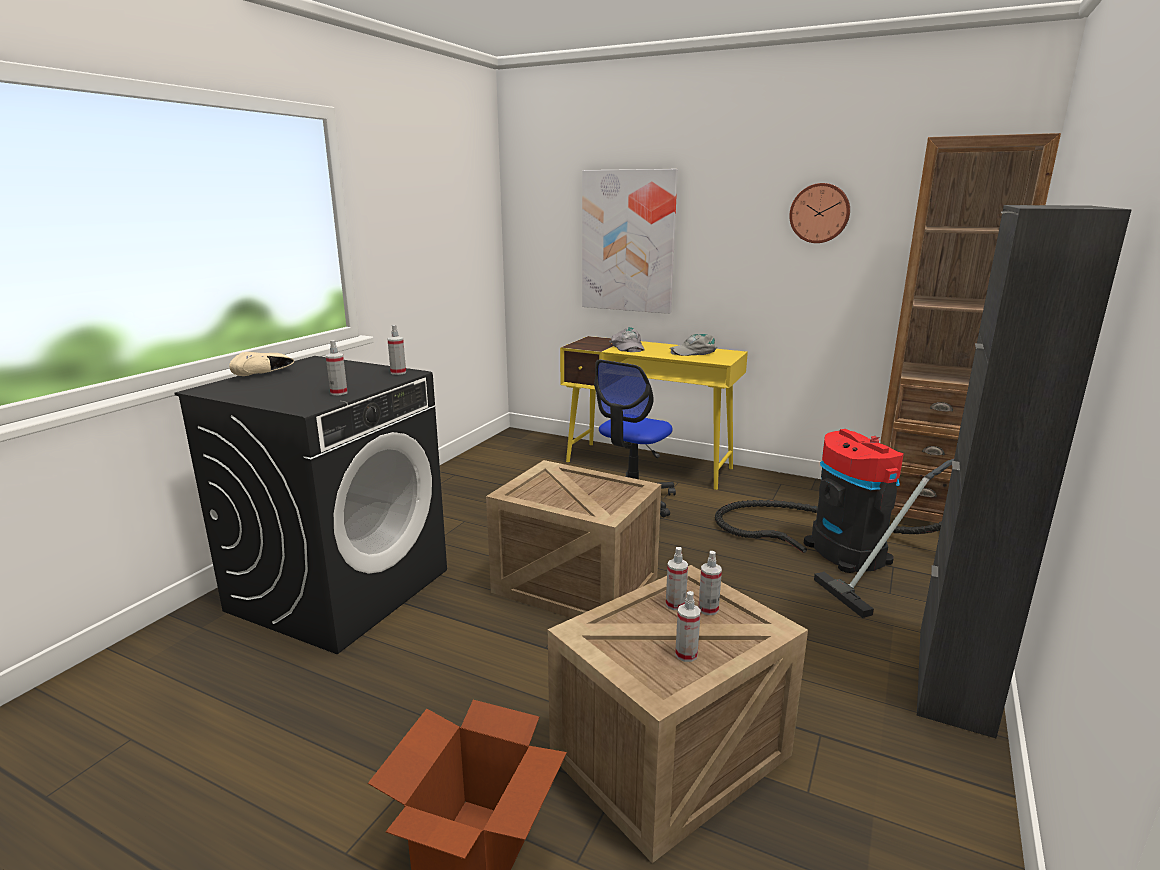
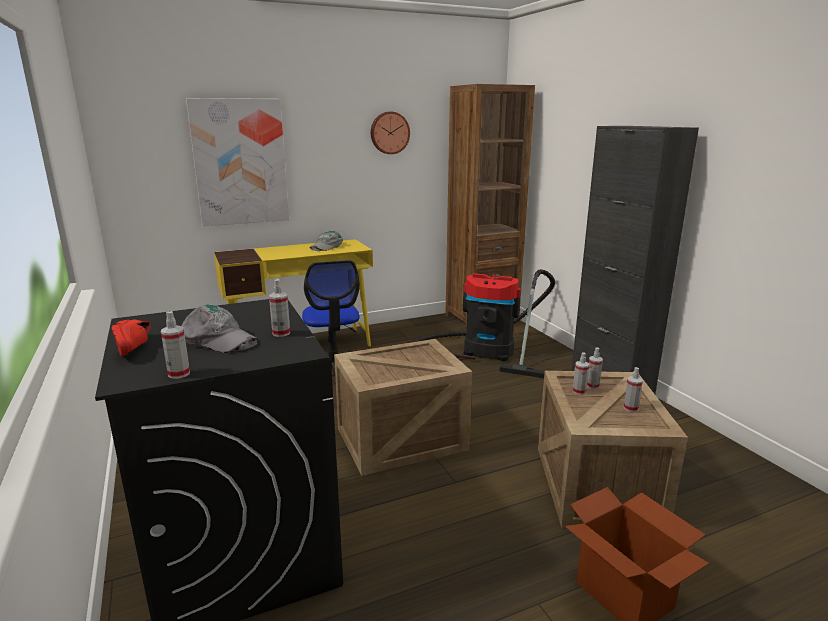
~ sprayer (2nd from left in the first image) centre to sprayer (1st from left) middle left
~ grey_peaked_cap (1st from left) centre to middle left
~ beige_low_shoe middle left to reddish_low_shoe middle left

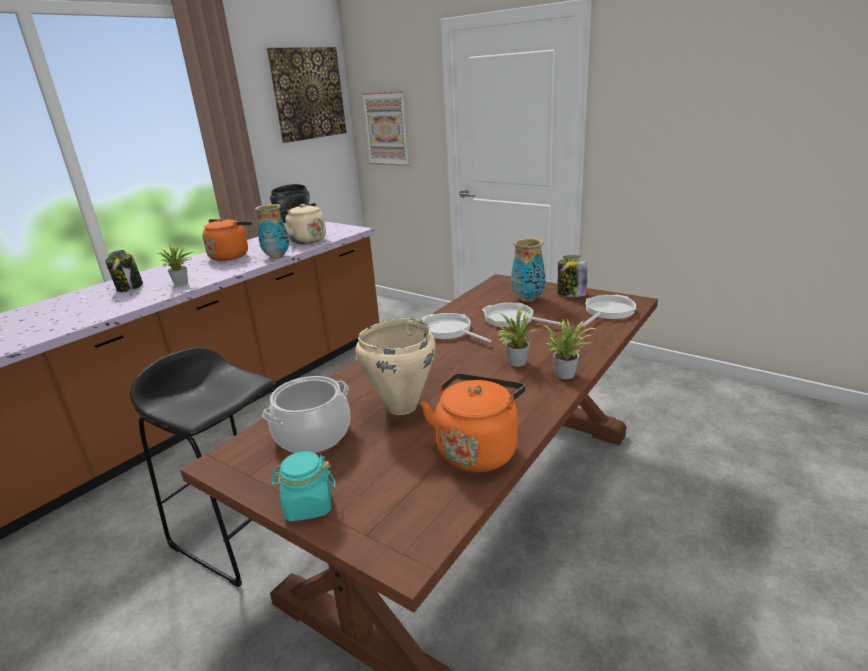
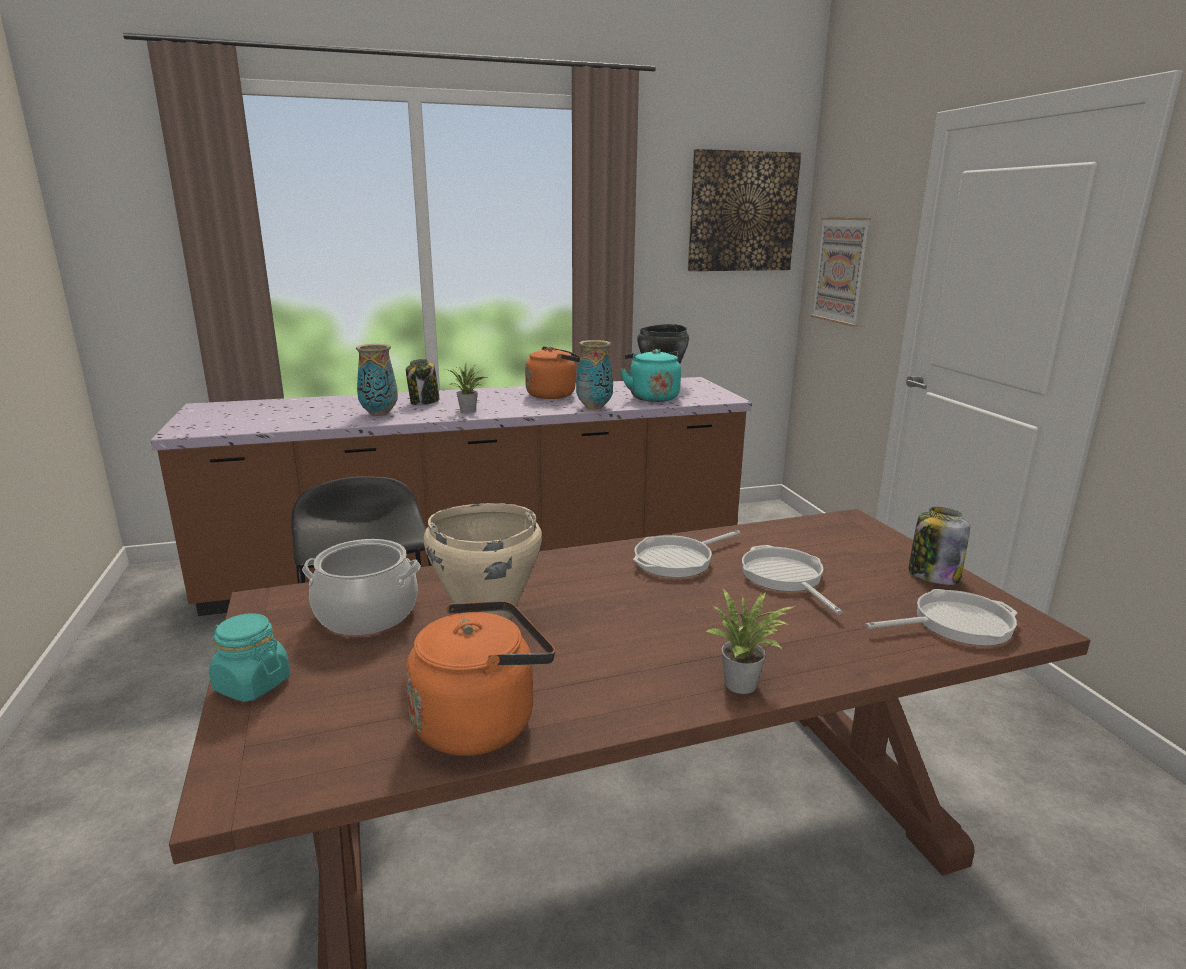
~ beige_tea_kettle top centre to blue-green_tea_kettle centre
~ vase (2nd from left in the first image) centre to vase (1st from left) middle left
- potted_plant (2nd from left) centre
~ frying_pan (1st from left) centre = centre 120 degrees counterclockwise

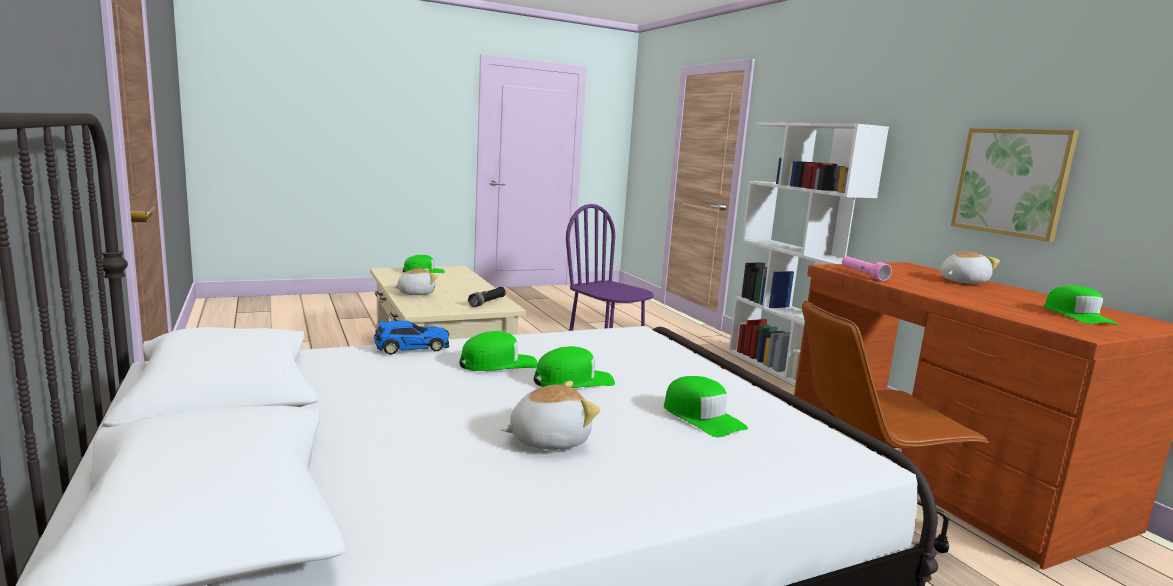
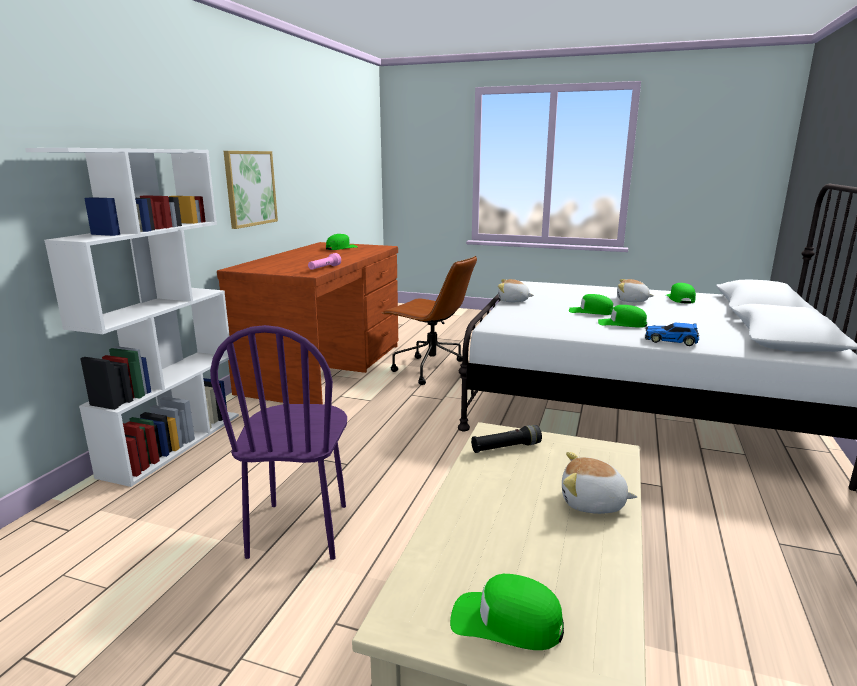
~ soft_toy (3rd from left in the first image) middle right to soft_toy (1st from left) centre
~ green_peaked_cap (4th from left in the first image) bottom centre to green_peaked_cap (5th from left) middle right

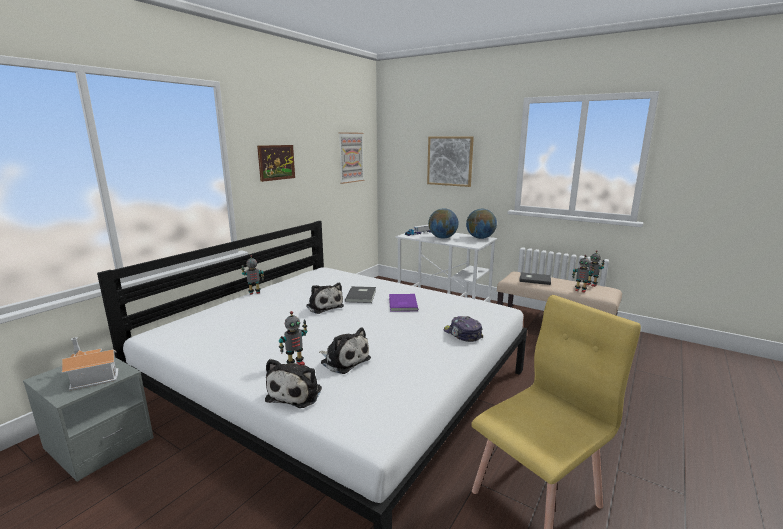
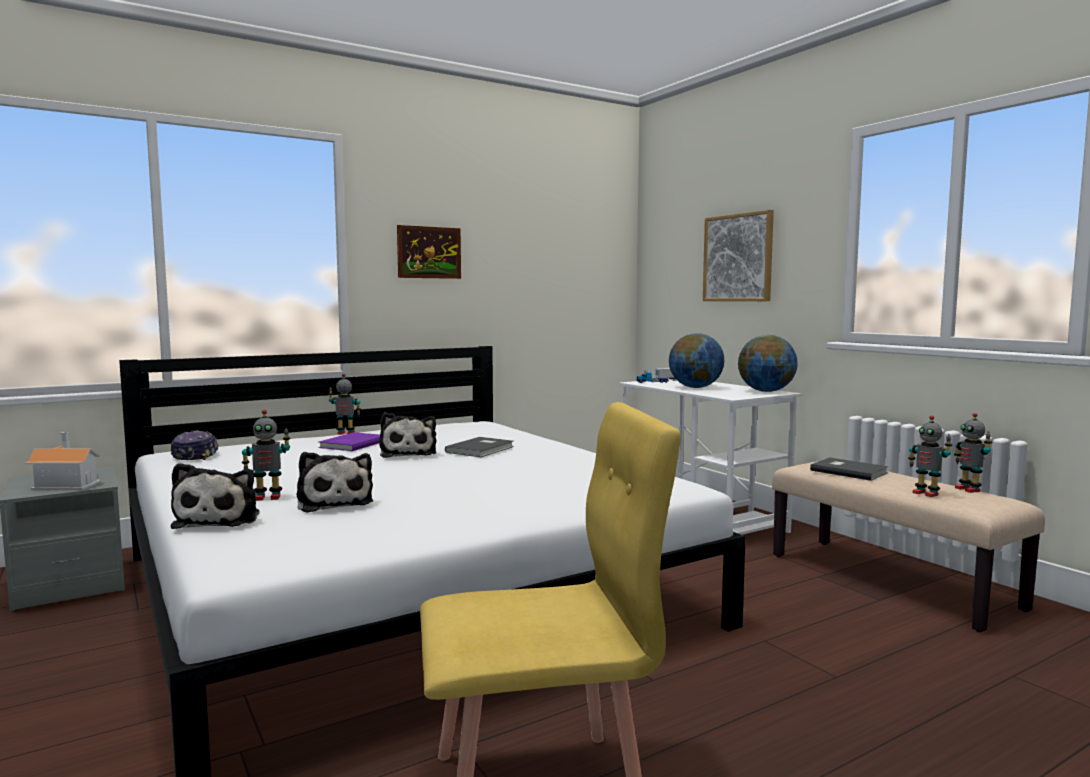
- picture (2nd from left) top centre
~ purplish_book centre to middle left
~ peaked_cap centre to middle left
~ soft_toy (1st from left) bottom centre = middle left 45 degrees counterclockwise

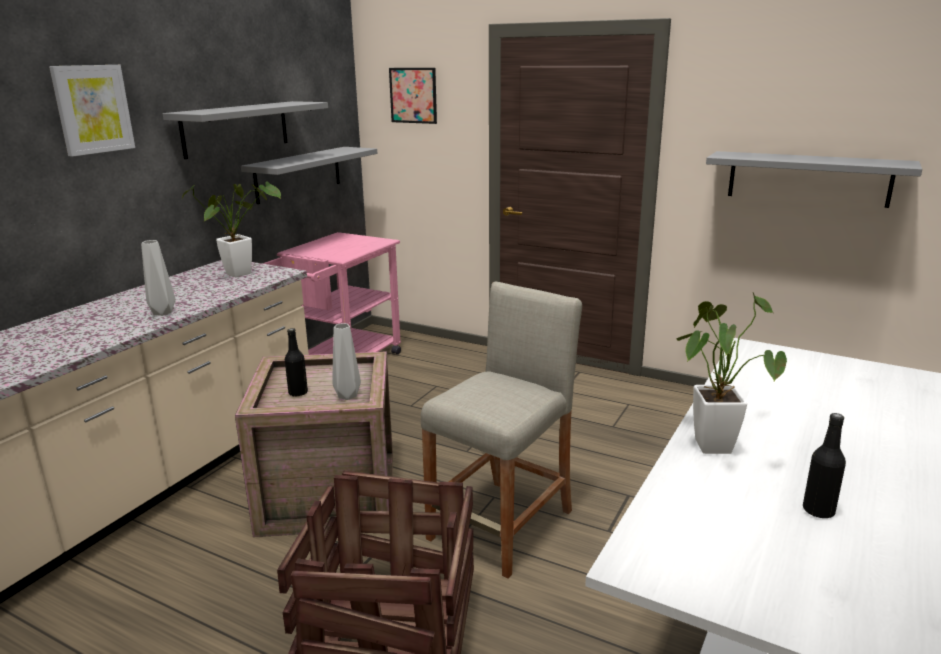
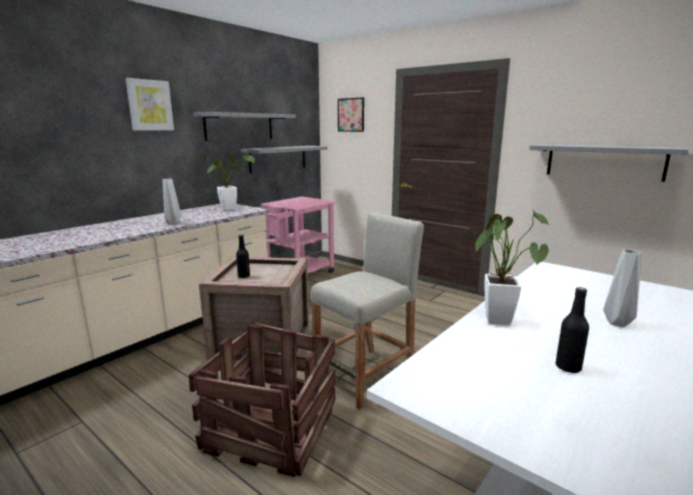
~ grey_vase (2nd from left) centre to middle right

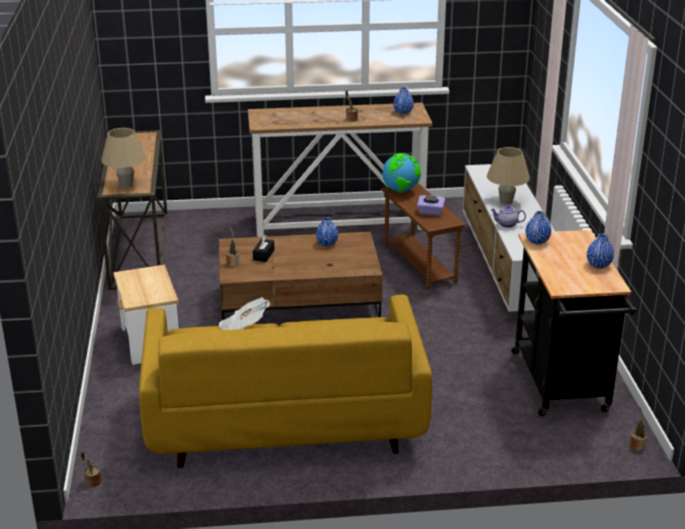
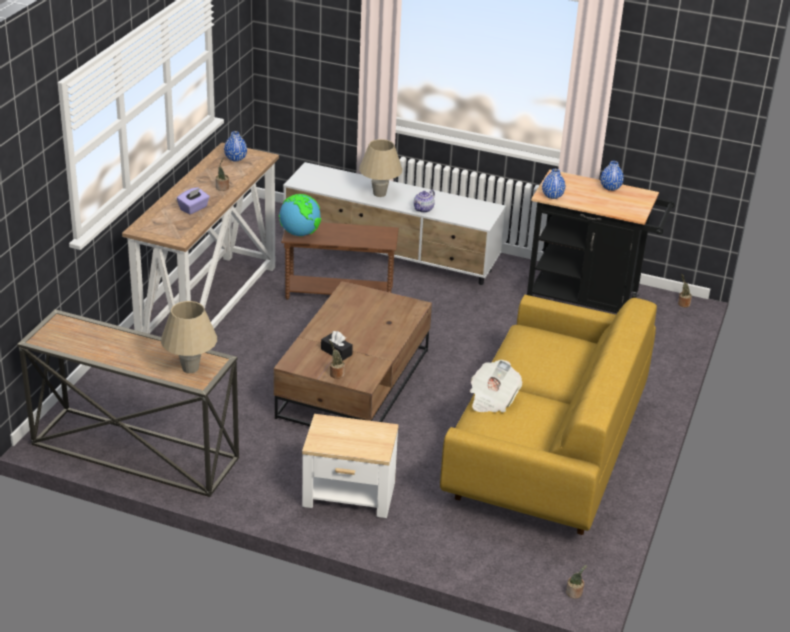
~ purplish_tissue_box centre to top left
- bluish_vase (1st from left) centre

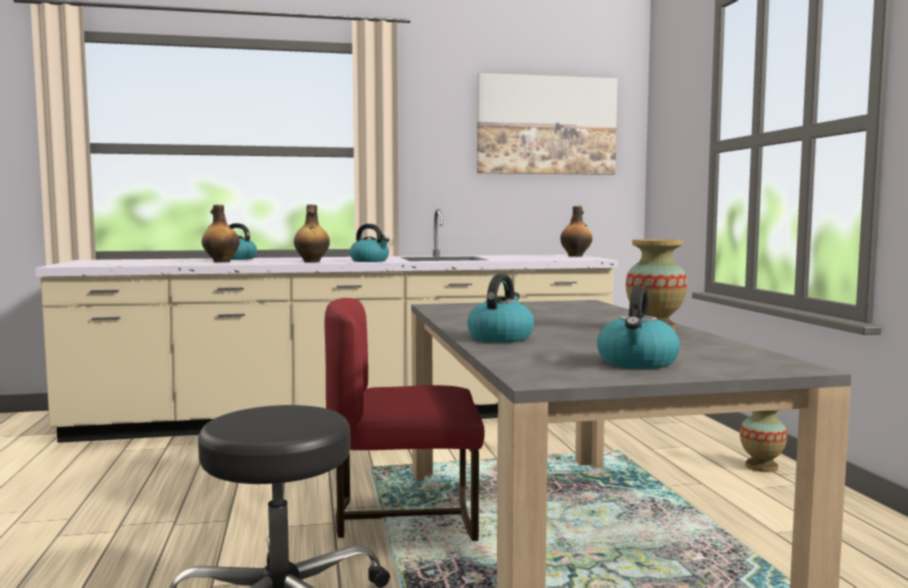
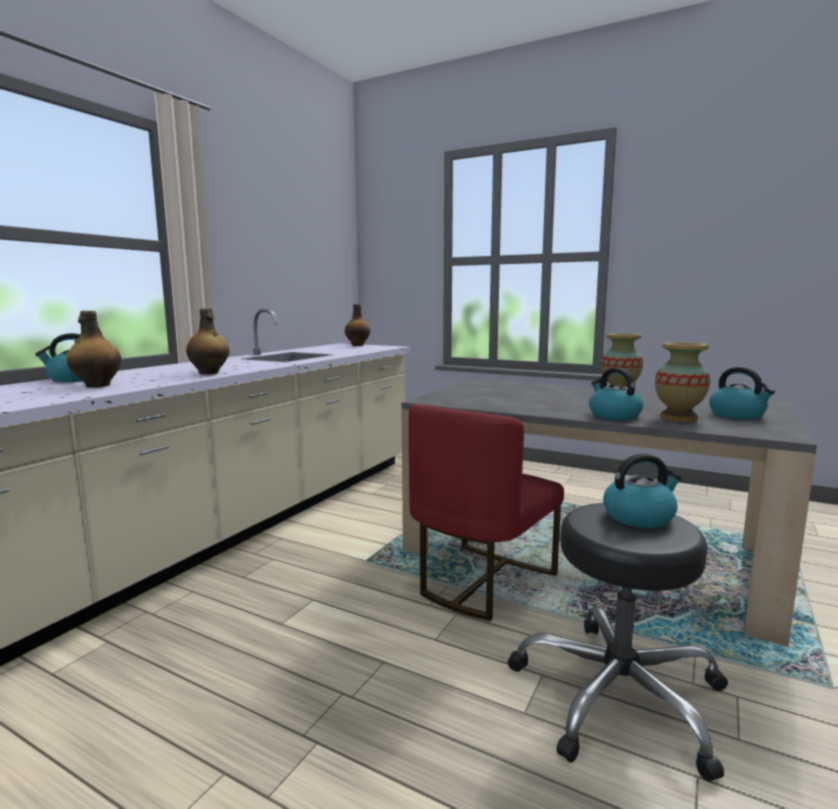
- picture top centre
~ tea_kettle (2nd from left in the first image) centre to tea_kettle (3rd from left) middle right
~ vase (2nd from left) bottom right to middle right

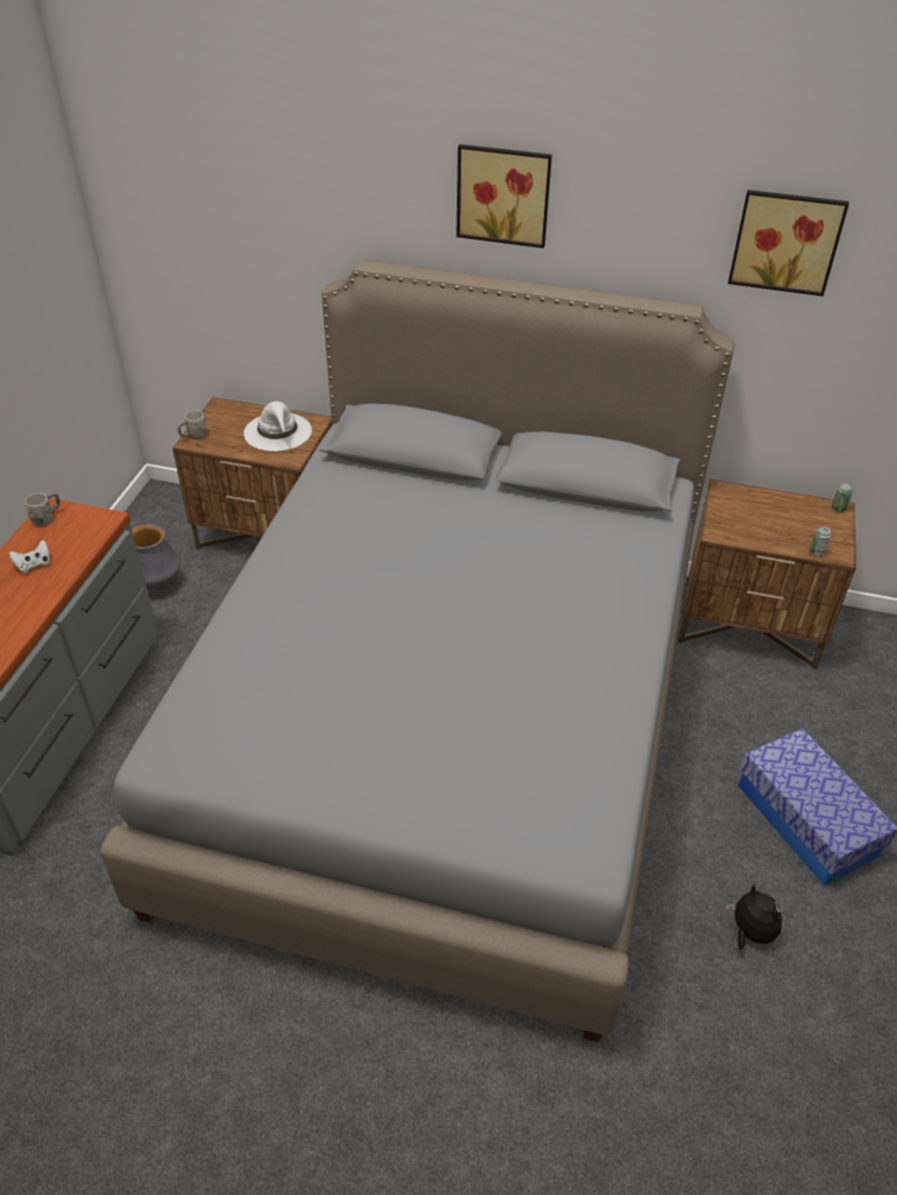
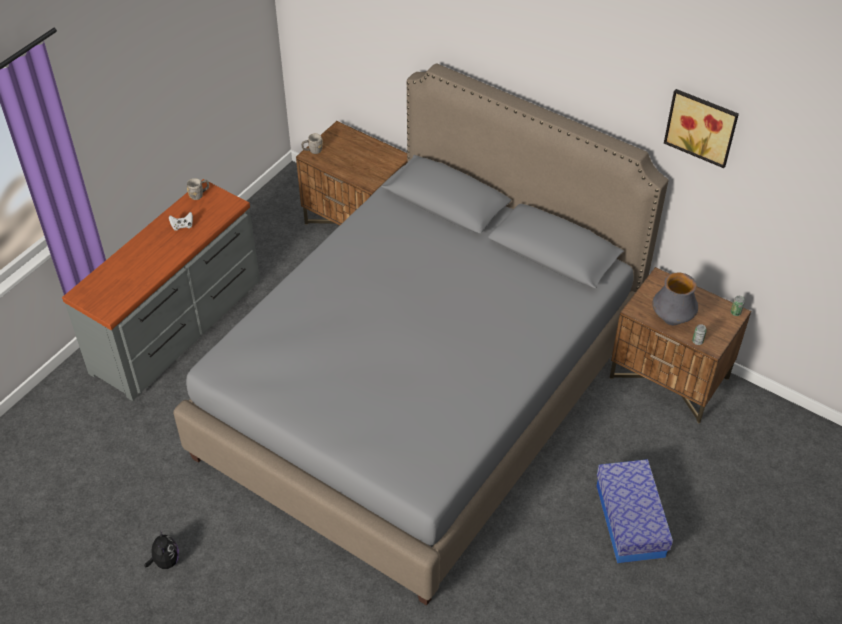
- picture (1st from left) top centre
- white-coloured_wearable_hat middle left
~ vase middle left to middle right
~ soft_toy bottom right to bottom left

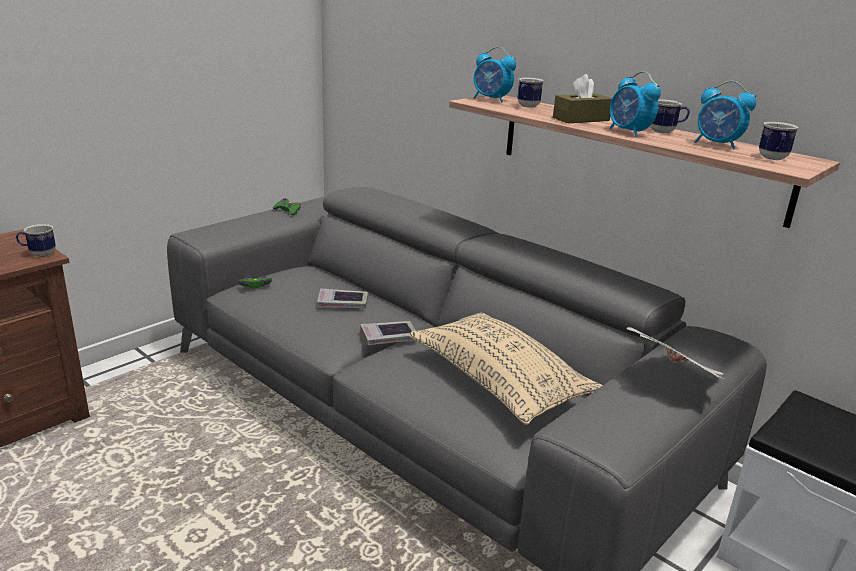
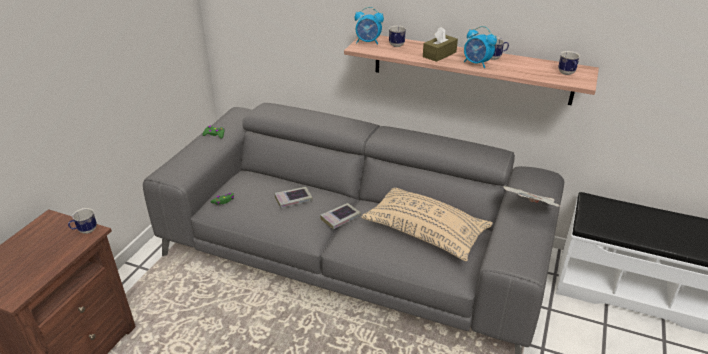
- alarm_clock (3rd from left) top right

